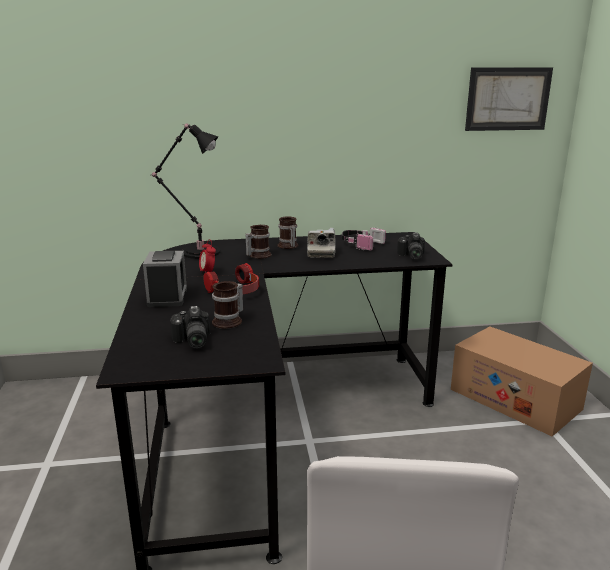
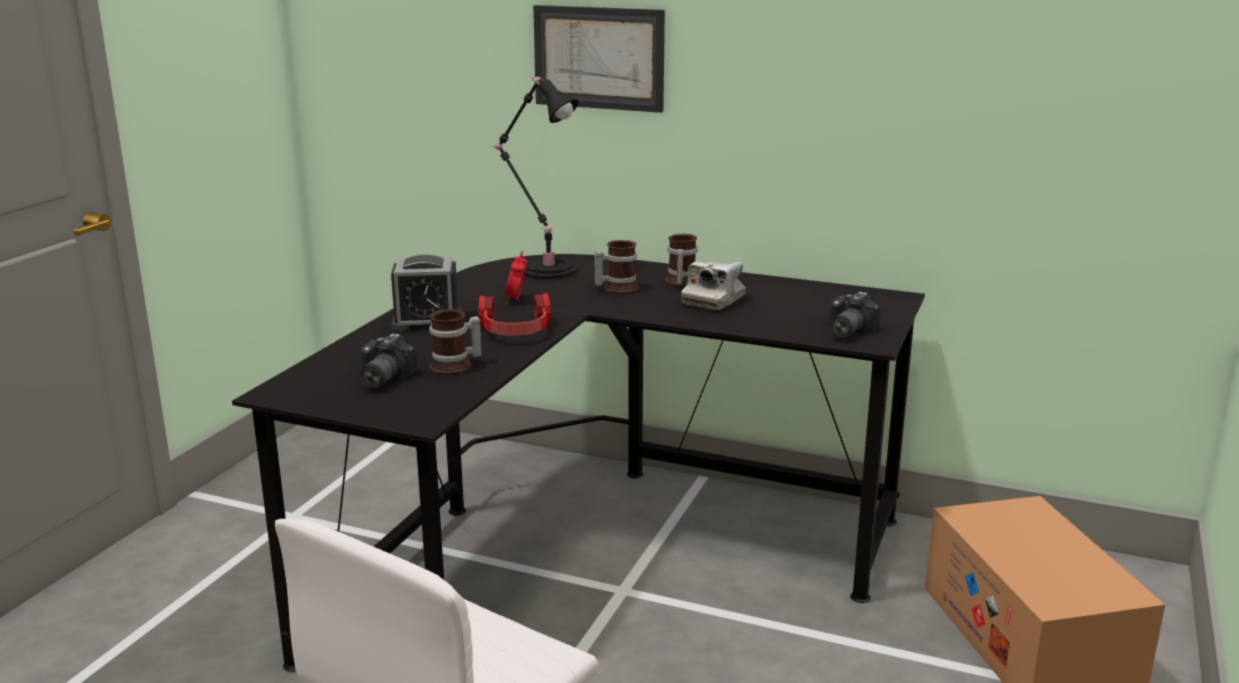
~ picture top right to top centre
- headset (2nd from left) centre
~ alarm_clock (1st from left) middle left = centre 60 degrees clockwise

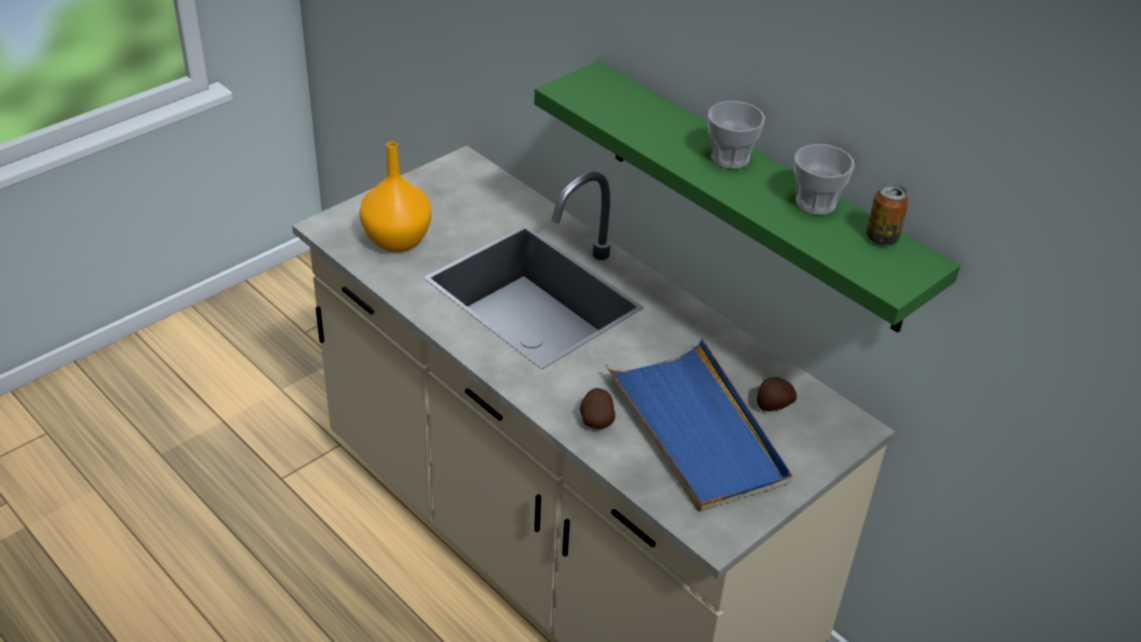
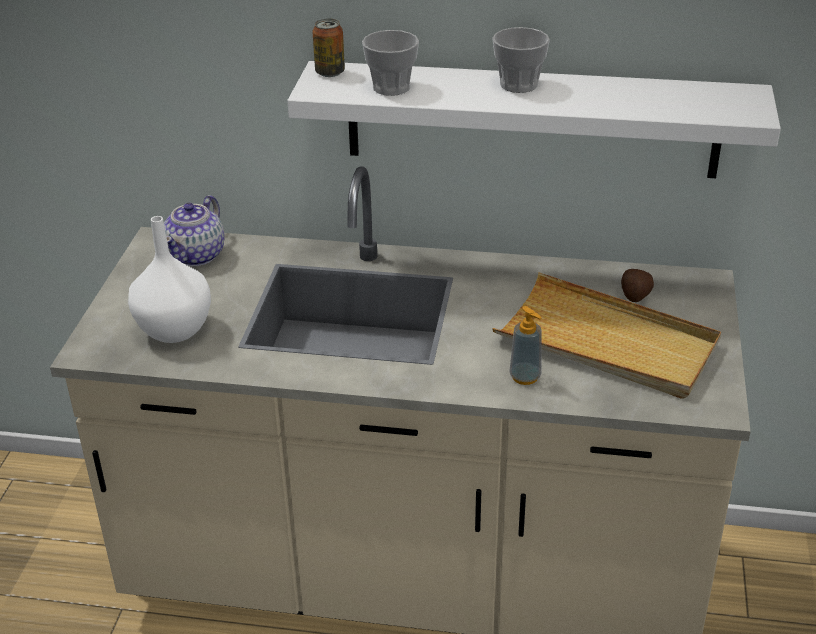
~ green_shelf top centre to white-coloured_shelf top centre
~ orangey_vase top centre to white-coloured_vase middle left
~ drinking_cup (2nd from left in the first image) top right to drinking_cup (1st from left) top centre
~ sealed_can middle right to top centre
~ bluish_serving_tray centre to beige_serving_tray middle right
~ whole_potato (1st from left) centre to soap_bottle centre
+ tea_pot middle left

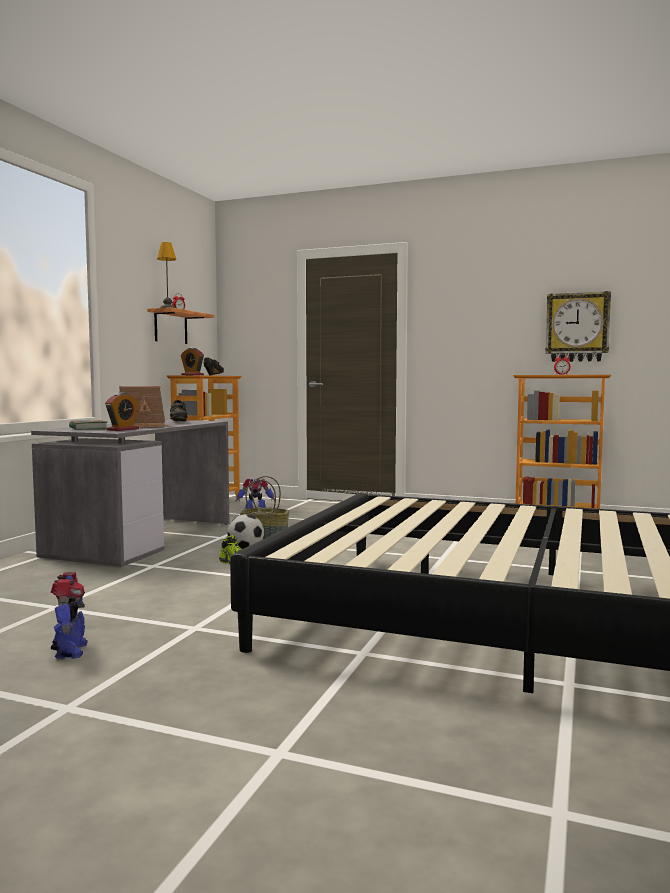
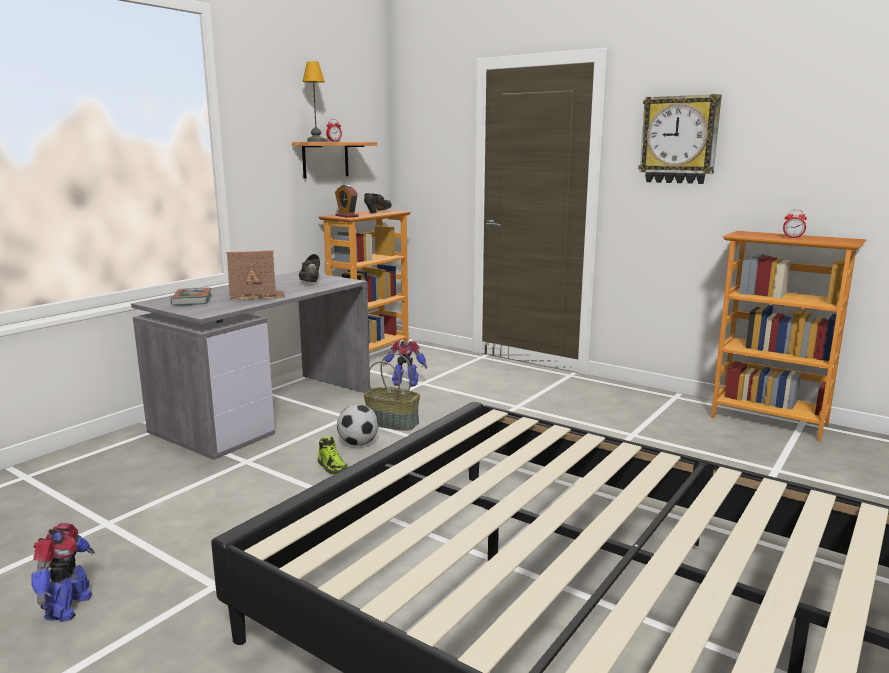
~ clock_on_the_wall middle right to top right
- alarm_clock (1st from left) middle left

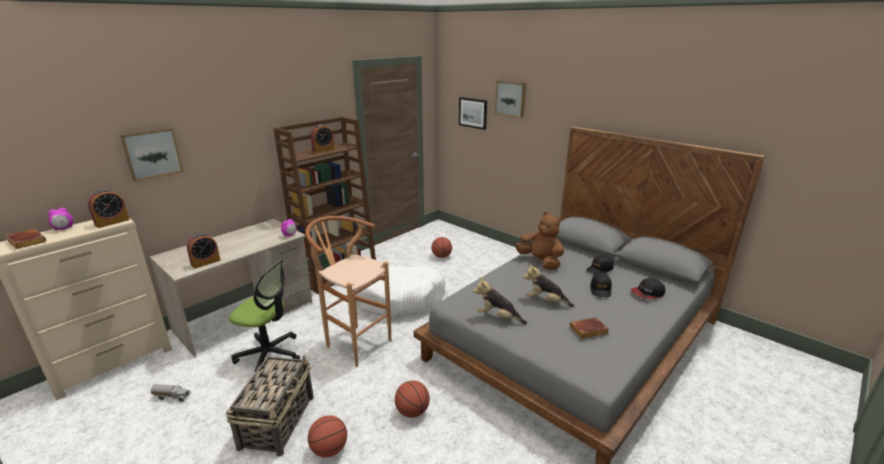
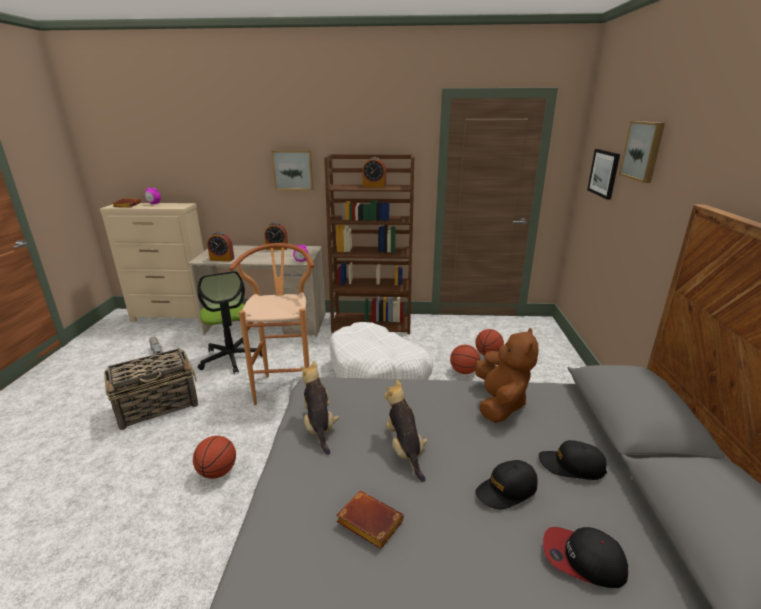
~ picture (1st from left) top left to top centre
~ alarm_clock (2nd from left in the first image) middle left to alarm_clock (3rd from left) centre
~ basketball_ball (1st from left in the first image) bottom centre to basketball_ball (2nd from left) centre

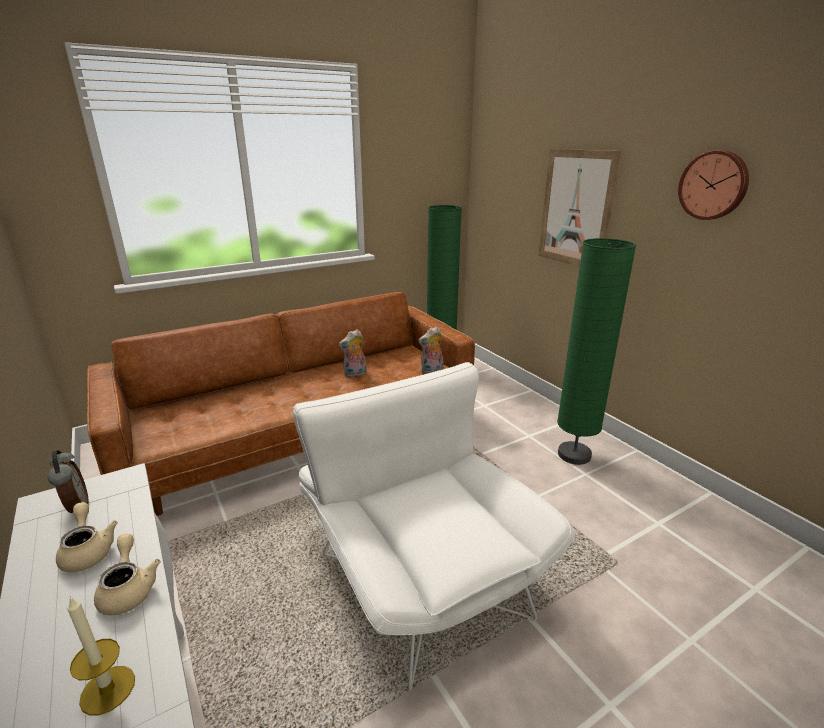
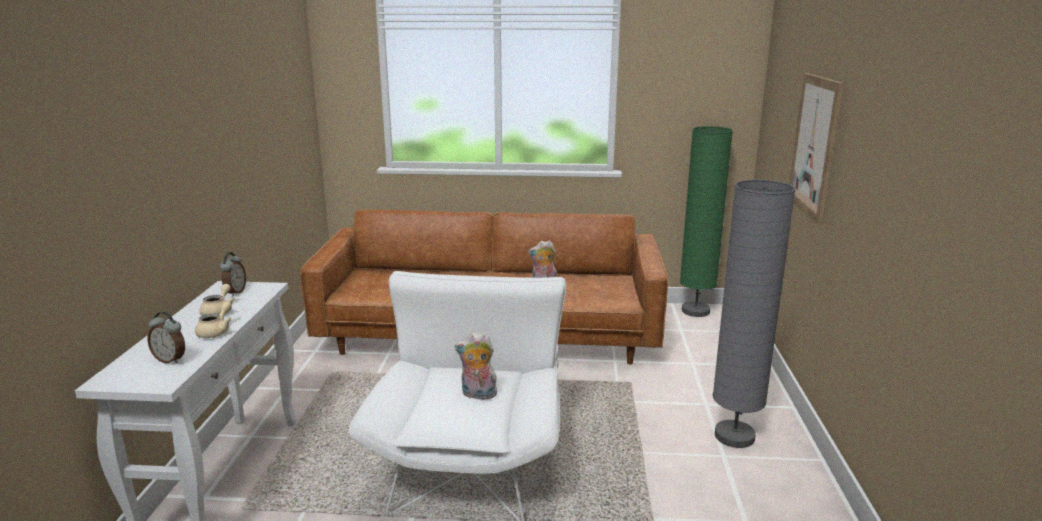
- clock_on_the_wall top right
~ green_standard_lamp (2nd from left) middle right to grey_standard_lamp middle right
~ soft_toy (2nd from left in the first image) centre to soft_toy (1st from left) bottom centre
~ wax_candle bottom left to alarm_clock (1st from left) middle left

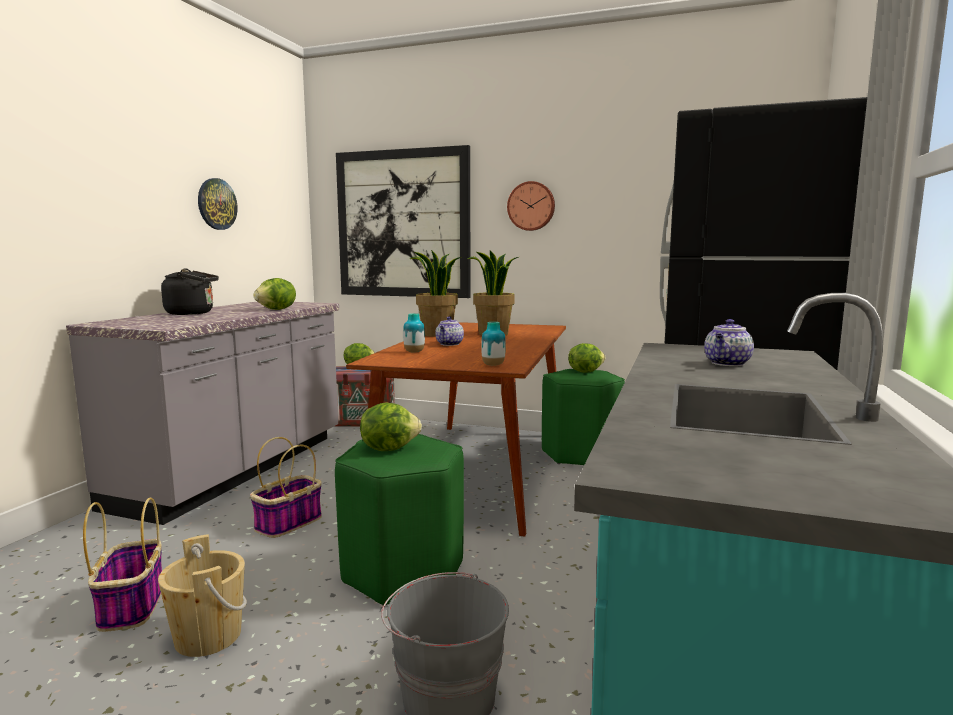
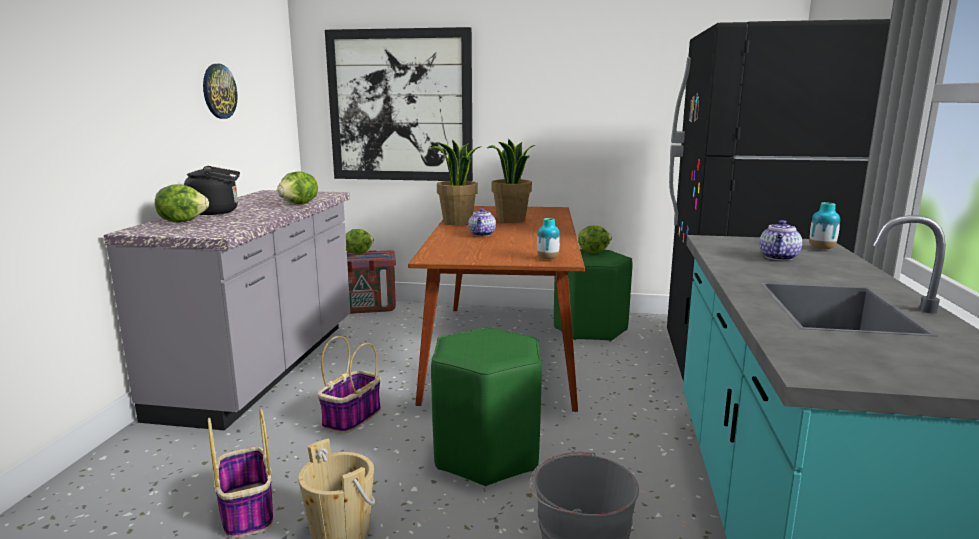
- clock_on_the_wall (2nd from left) top centre
~ vase (1st from left in the first image) centre to vase (2nd from left) middle right
~ lettuce (3rd from left in the first image) centre to lettuce (1st from left) middle left

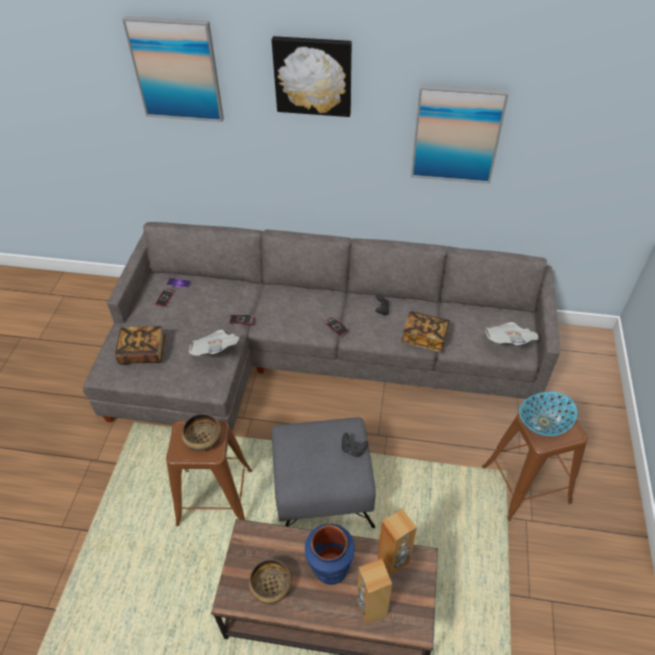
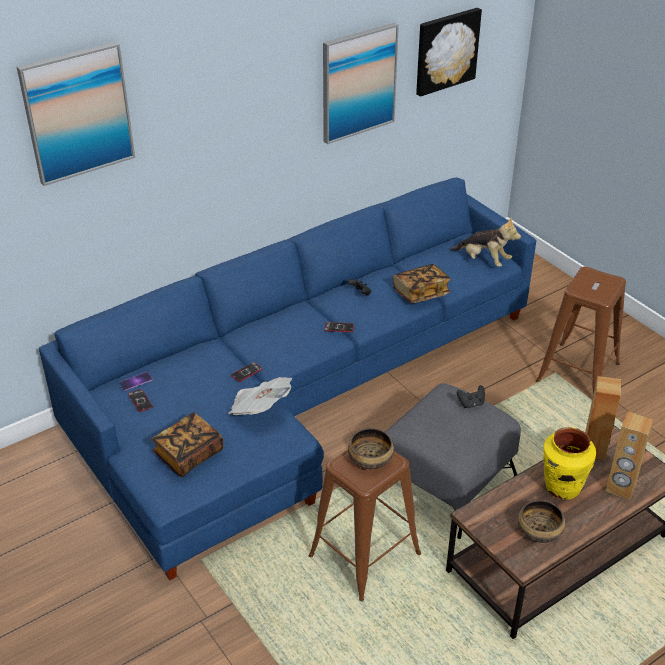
~ picture (2nd from left in the first image) top centre to picture (3rd from left) top right
~ grey_couch centre to bluish_couch centre
~ newspaper (2nd from left) middle right to soft_toy middle right
- deep_dish (3rd from left) middle right
~ bluish_vase bottom centre to yellowish_vase bottom right

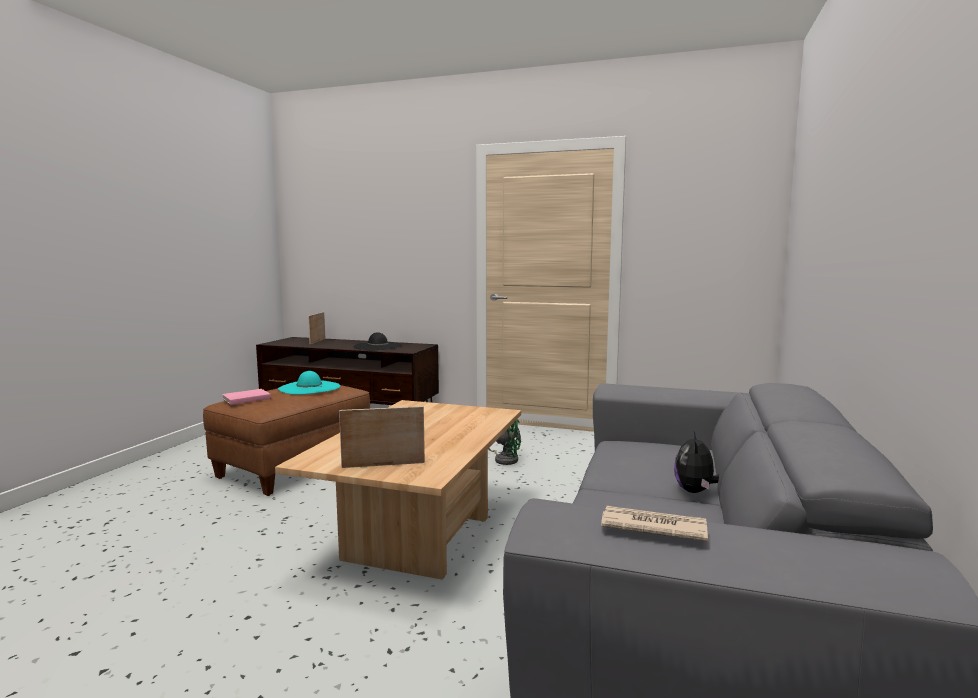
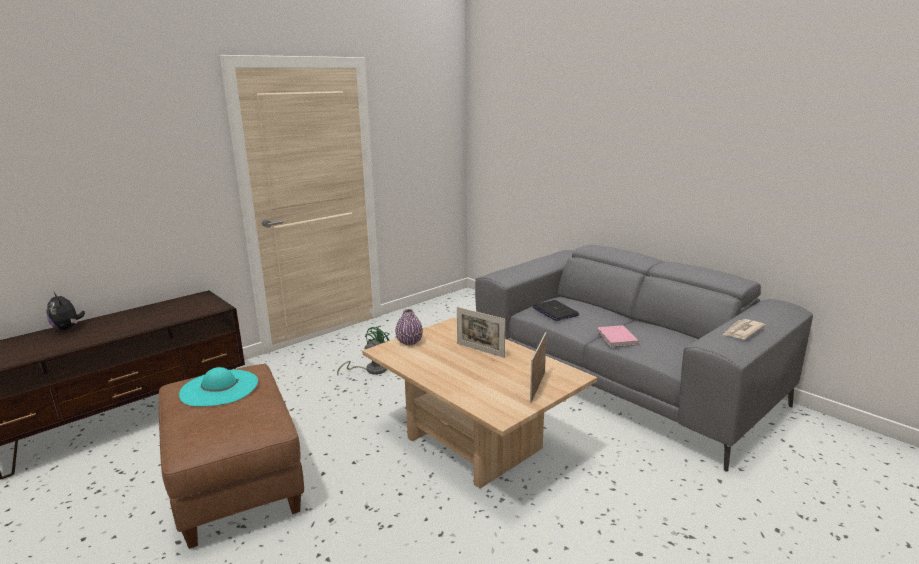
~ photo_frame (1st from left) middle left to centre
- black-coloured_wearable_hat centre
~ pink-coloured_book middle left to middle right
~ soft_toy middle right to middle left
+ notebook_computer centre
+ purplish_vase centre

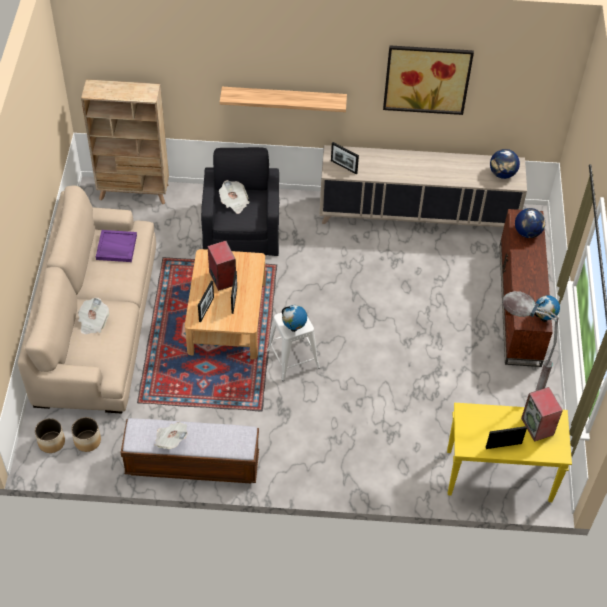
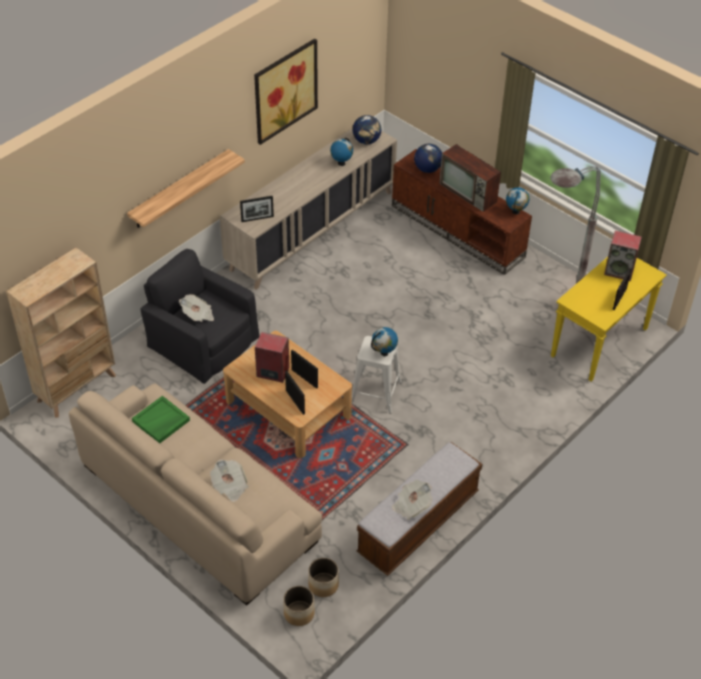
~ purplish_serving_tray middle left to green_serving_tray middle left
+ globe (1st from left) top centre
+ TV top right

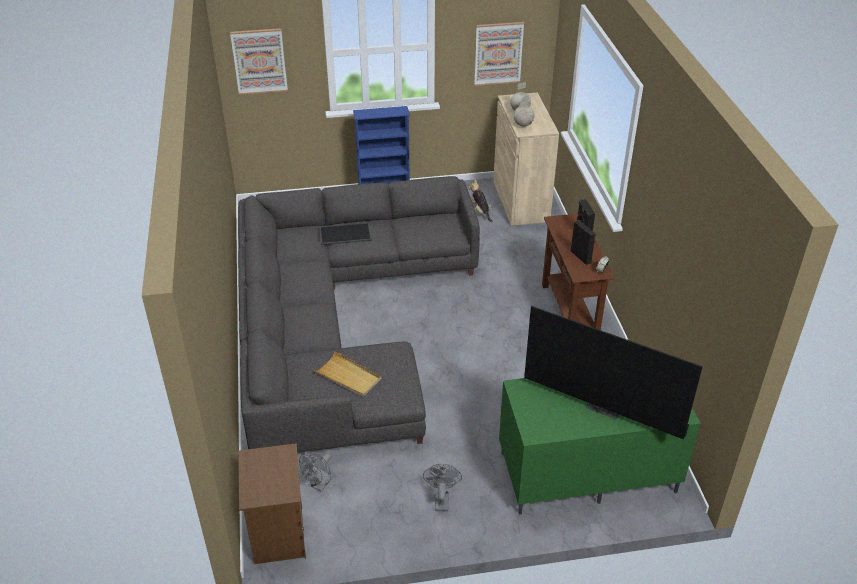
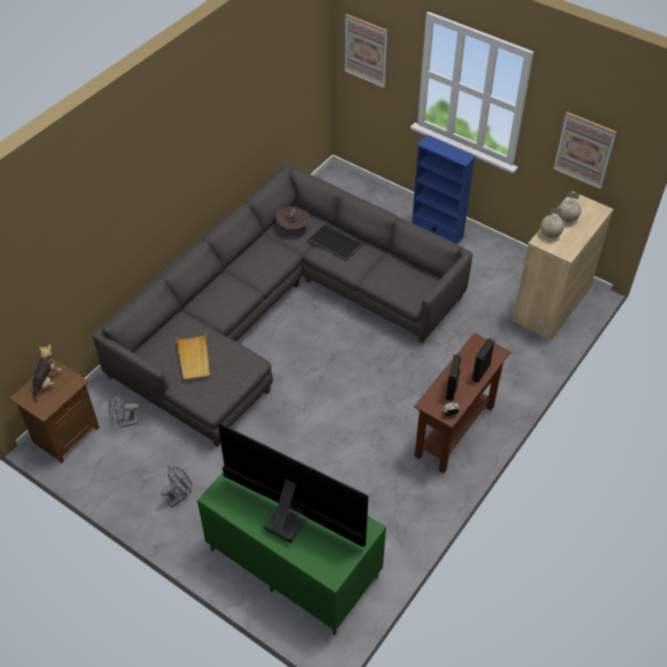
~ soft_toy centre to middle left
~ TV middle right = bottom centre 135 degrees clockwise
+ brown-coloured_wearable_hat top centre

